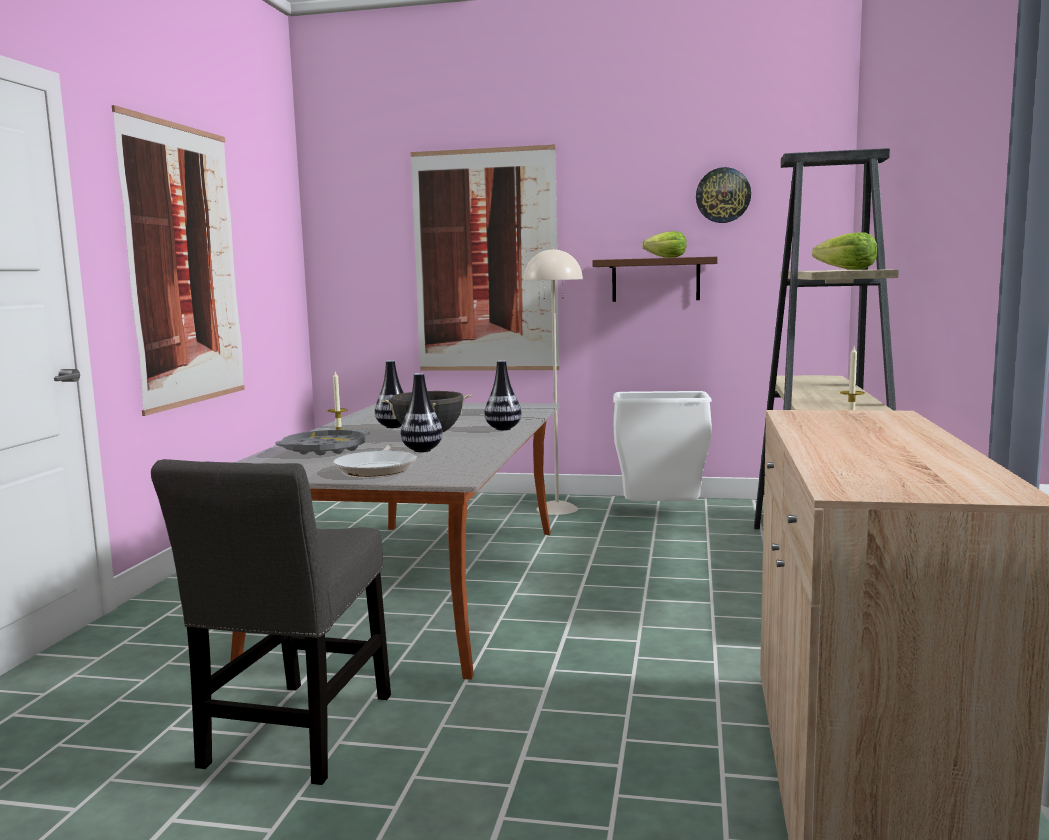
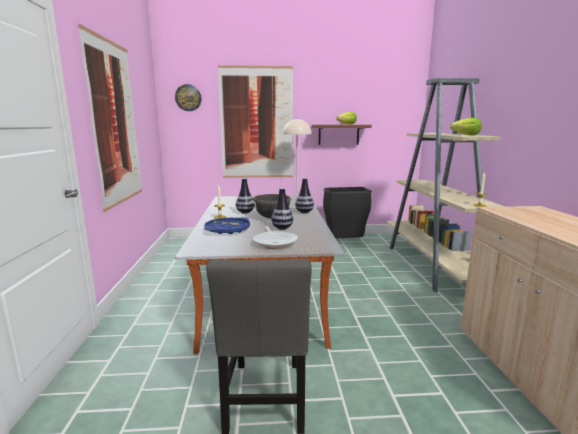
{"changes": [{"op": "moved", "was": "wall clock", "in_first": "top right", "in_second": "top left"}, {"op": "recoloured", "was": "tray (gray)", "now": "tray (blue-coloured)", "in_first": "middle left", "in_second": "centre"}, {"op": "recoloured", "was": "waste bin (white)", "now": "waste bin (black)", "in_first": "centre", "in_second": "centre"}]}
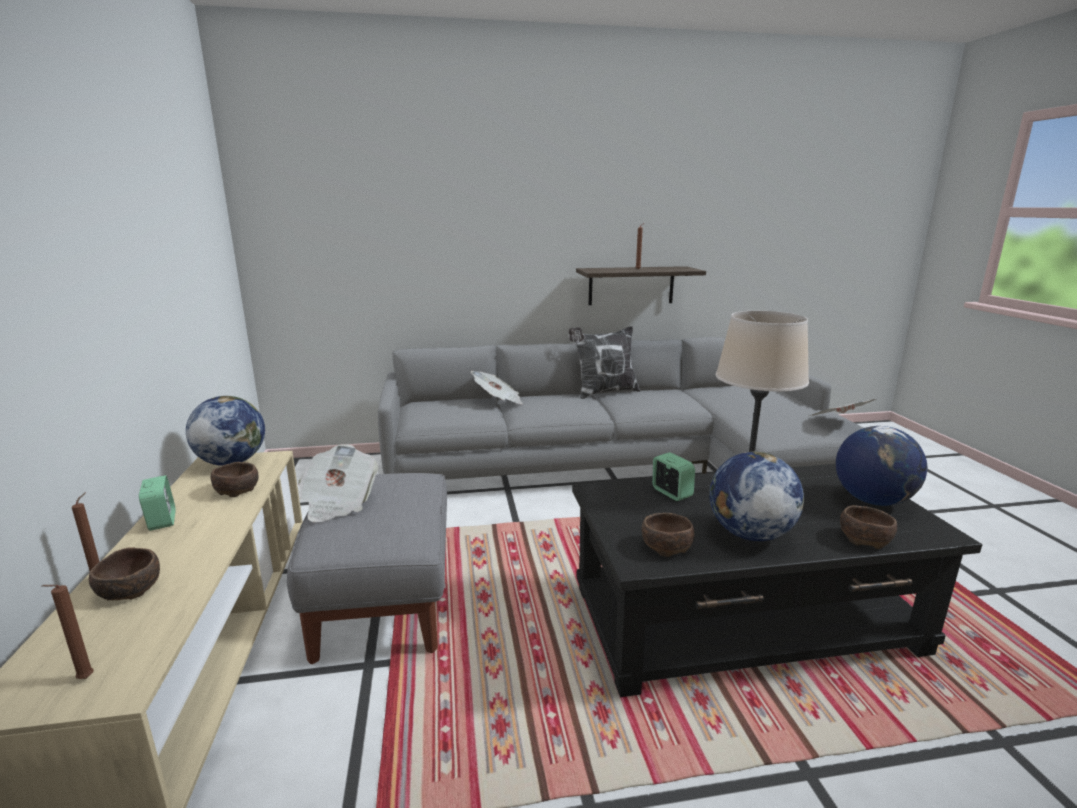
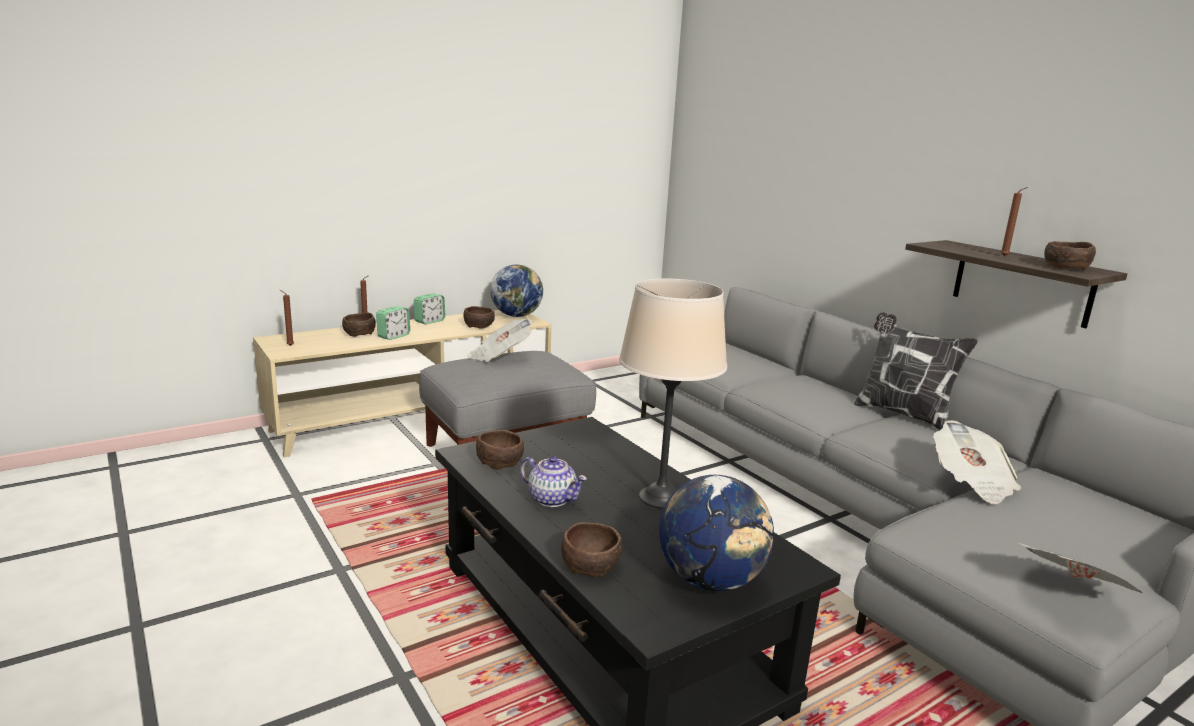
{"changes": [{"op": "moved", "was": "table clock (2nd from left in the first image)", "now": "table clock (1st from left)", "in_first": "centre", "in_second": "middle left"}, {"op": "replaced", "was": "globe (2nd from left)", "now": "pot for tea", "in_first": "middle right", "in_second": "centre"}, {"op": "moved", "was": "printed paper (2nd from left)", "in_first": "centre", "in_second": "middle right"}, {"op": "added", "now": "serving bowl (brownish) (5th from left)", "in_second": "middle right"}]}
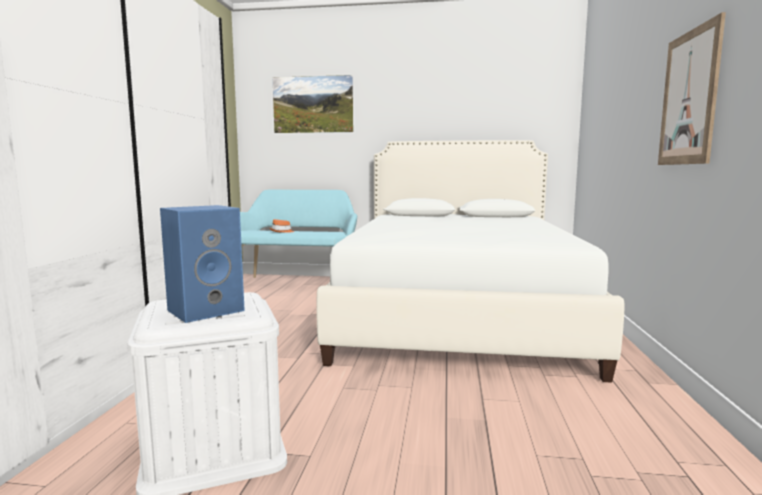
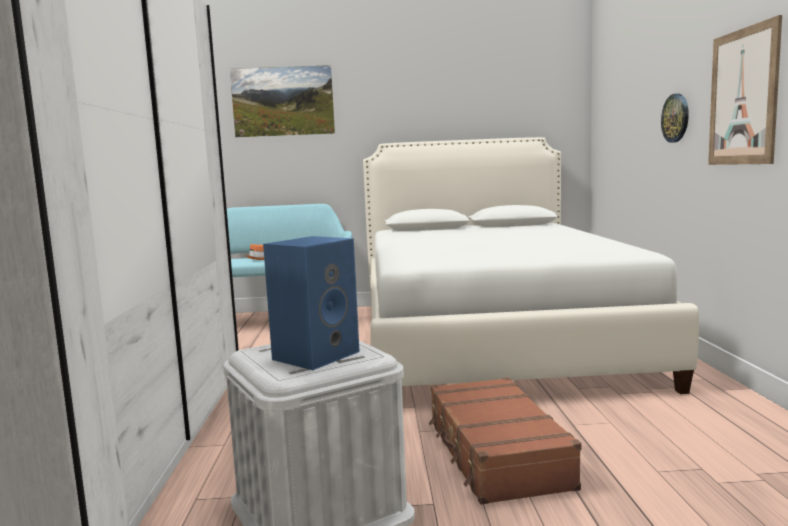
{"changes": [{"op": "added", "now": "suitcase (brownish)", "in_second": "bottom centre"}, {"op": "added", "now": "wall clock", "in_second": "top right"}]}
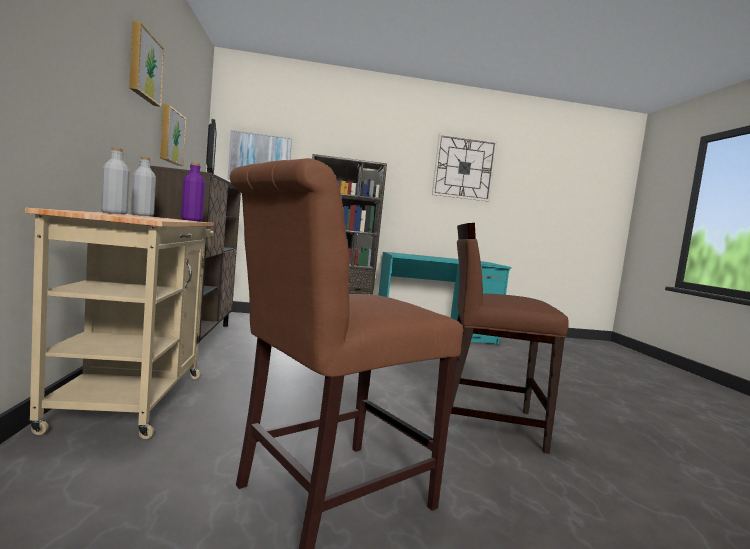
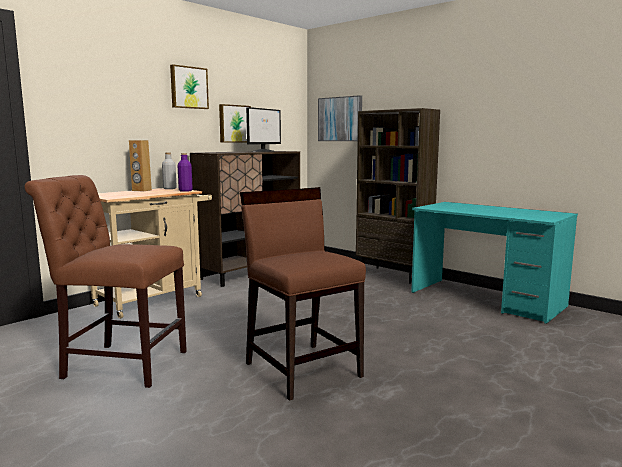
{"changes": [{"op": "replaced", "was": "bottle (gray) (1st from left)", "now": "speaker (brownish)", "in_first": "top left", "in_second": "middle left"}, {"op": "removed", "was": "wall clock", "in_first": "top centre"}]}
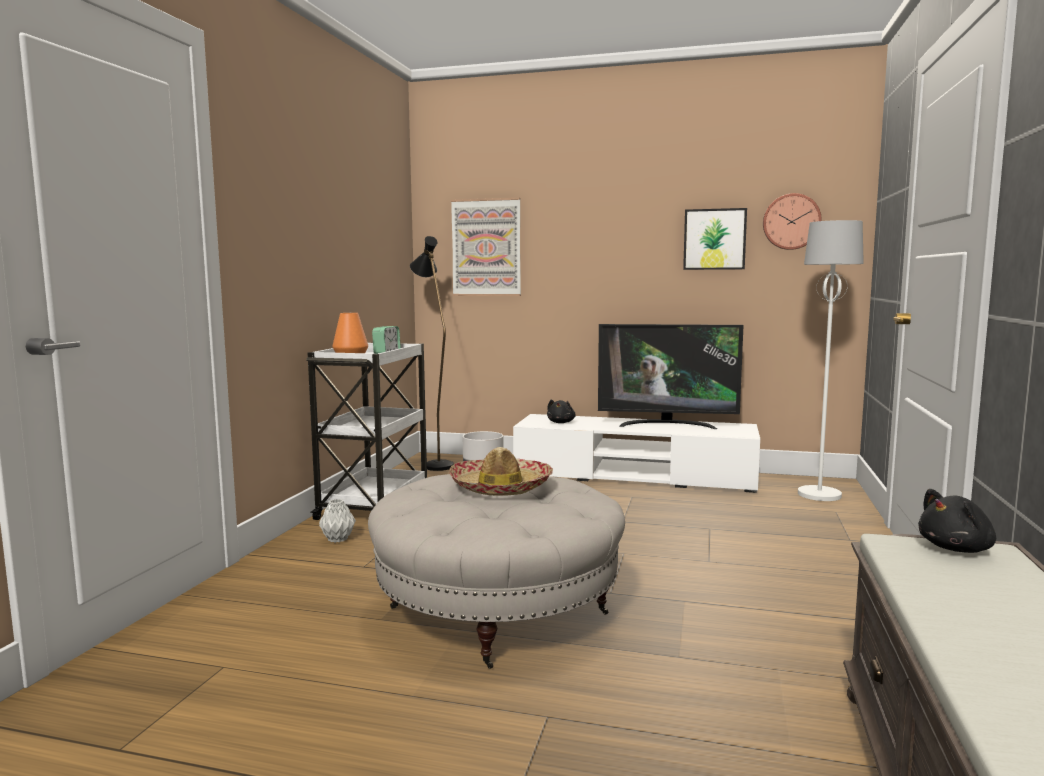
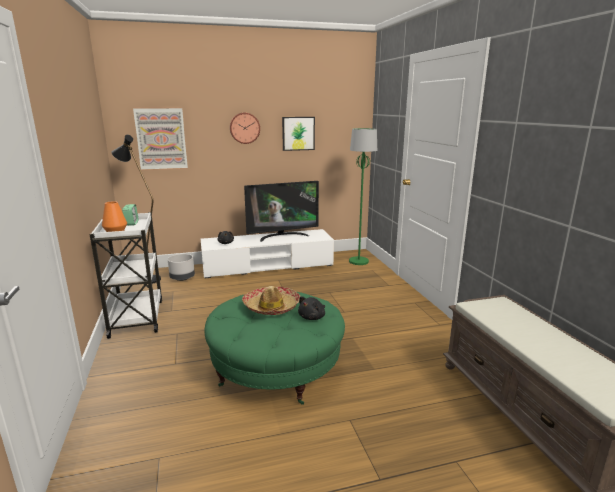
{"changes": [{"op": "recoloured", "was": "ottoman (beige-coloured)", "now": "ottoman (greenish)", "in_first": "bottom centre", "in_second": "bottom centre"}, {"op": "moved", "was": "wall clock", "in_first": "top right", "in_second": "top centre"}, {"op": "moved", "was": "cuddly toy (black) (2nd from left)", "in_first": "bottom right", "in_second": "centre"}, {"op": "recoloured", "was": "floor lamp (white)", "now": "floor lamp (greenish)", "in_first": "middle right", "in_second": "centre"}, {"op": "removed", "was": "decorative vase (gray)", "in_first": "bottom left"}]}
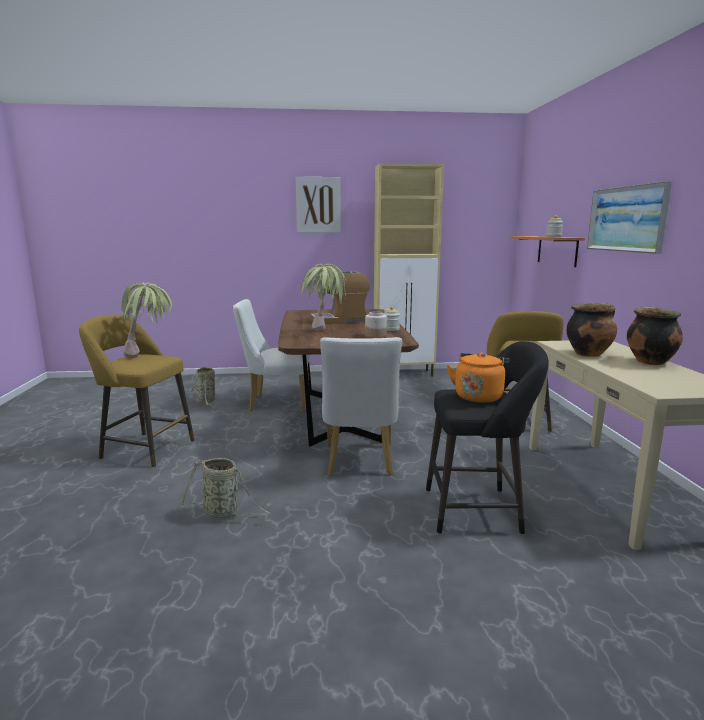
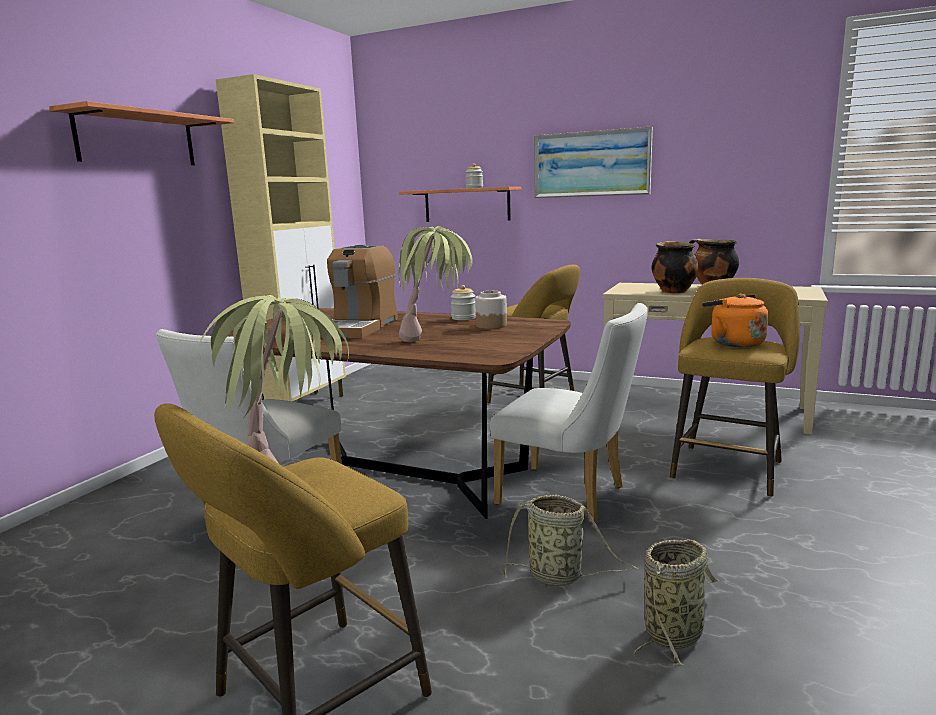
{"changes": [{"op": "replaced", "was": "wall picture (1st from left)", "now": "wall shelf (1st from left)", "in_first": "top centre", "in_second": "top left"}, {"op": "moved", "was": "storage basket (1st from left)", "in_first": "middle left", "in_second": "bottom centre"}, {"op": "recoloured", "was": "stool (black)", "now": "stool (yellowish) (3rd from left)", "in_first": "middle right", "in_second": "middle right"}]}
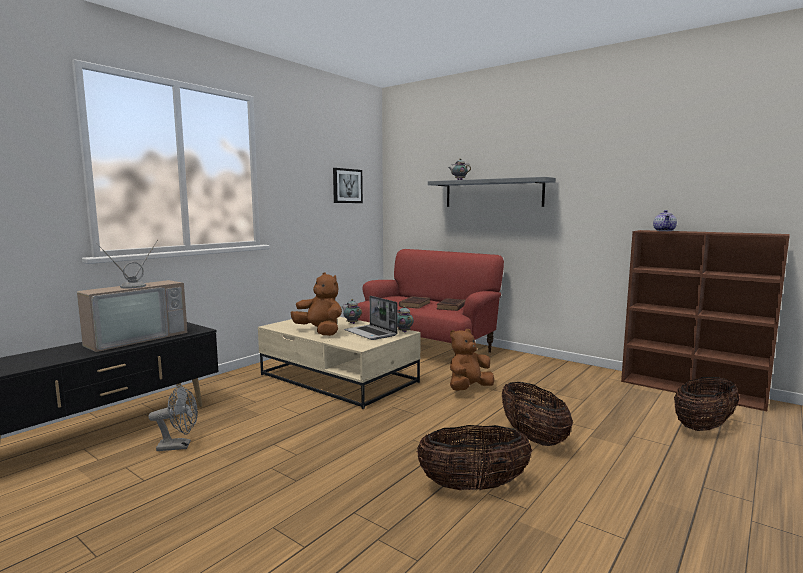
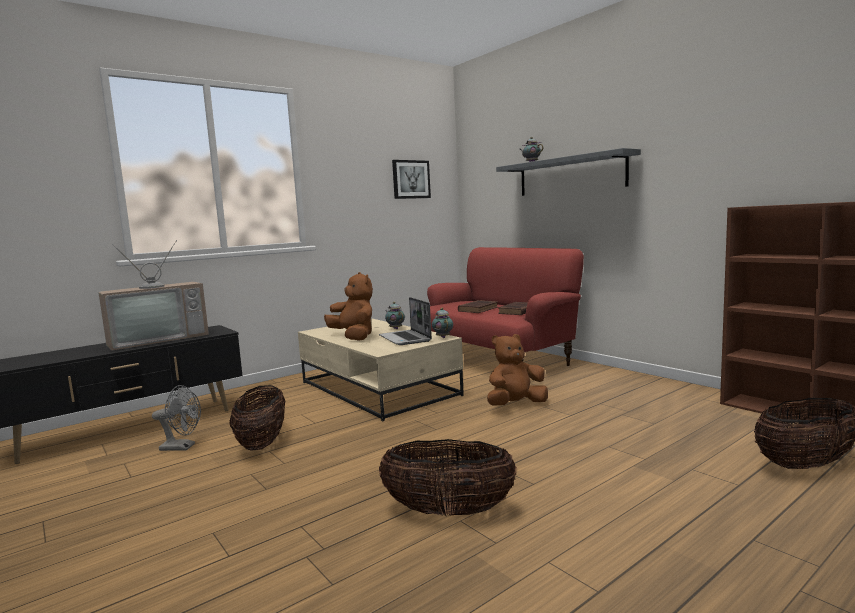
{"changes": [{"op": "moved", "was": "storage basket (2nd from left in the first image)", "now": "storage basket (1st from left)", "in_first": "bottom right", "in_second": "bottom left"}, {"op": "removed", "was": "pot for tea (4th from left)", "in_first": "middle right"}]}
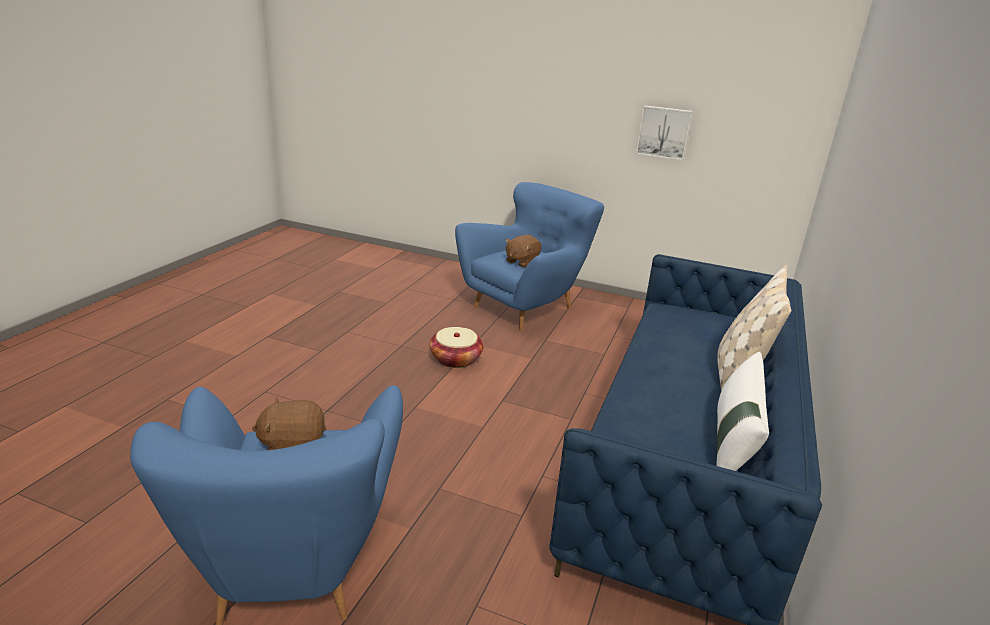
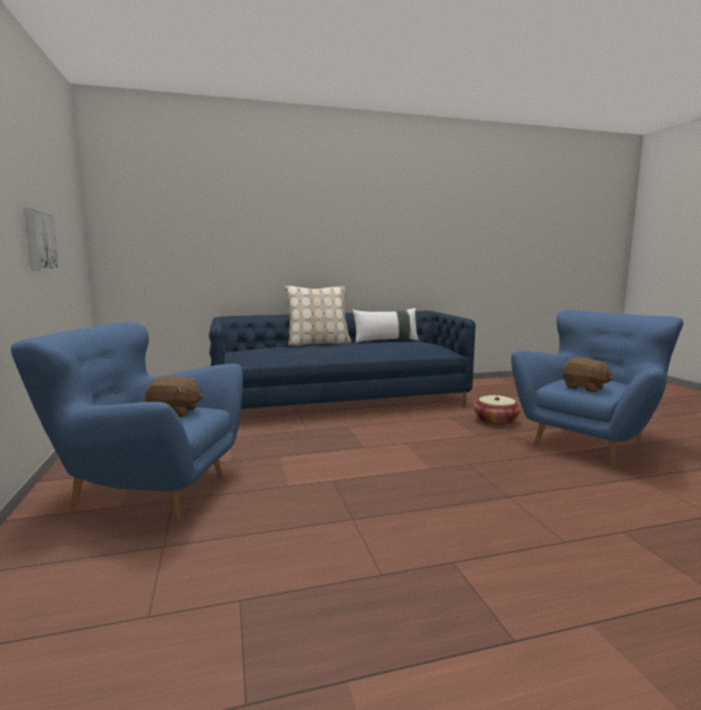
{"changes": [{"op": "moved", "was": "storage basket", "in_first": "centre", "in_second": "middle right"}]}
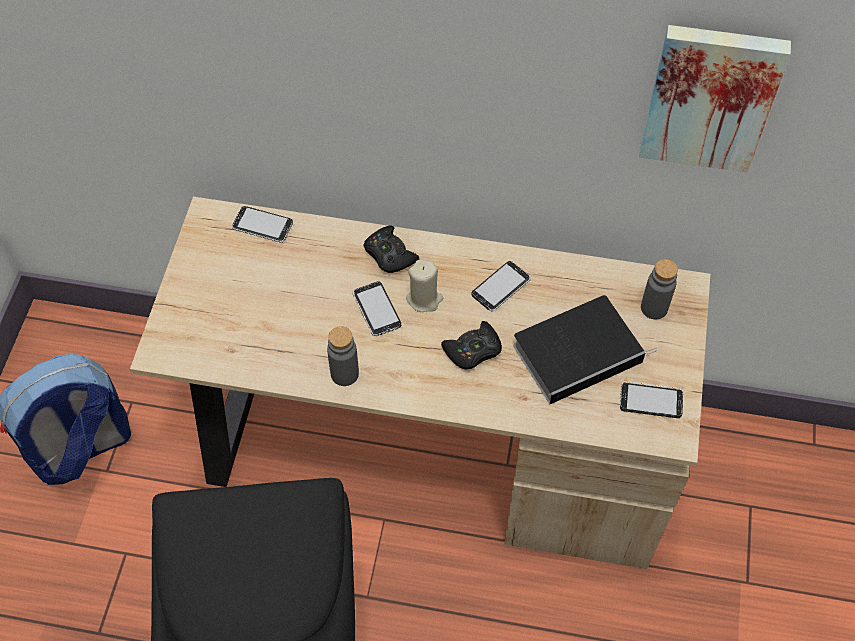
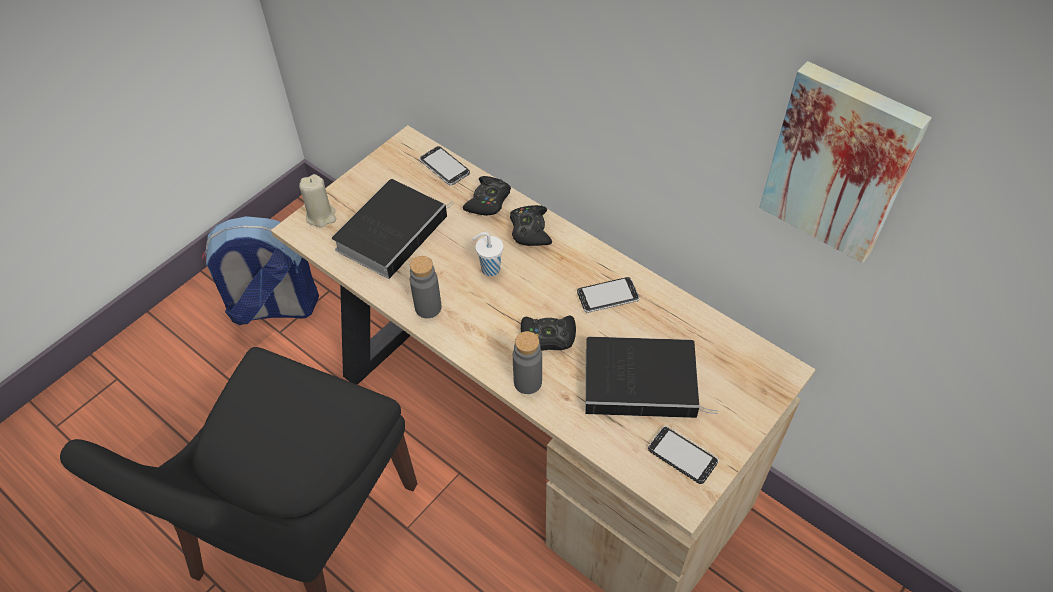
{"changes": [{"op": "moved", "was": "candle (beige-coloured)", "in_first": "centre", "in_second": "middle left"}, {"op": "added", "now": "bound book (1st from left)", "in_second": "centre"}, {"op": "added", "now": "game controller (black) (1st from left)", "in_second": "top centre"}, {"op": "replaced", "was": "phone (2nd from left)", "now": "small cup (white)", "in_first": "centre", "in_second": "centre"}, {"op": "moved", "was": "bottle (gray) (2nd from left)", "in_first": "middle right", "in_second": "centre"}]}
